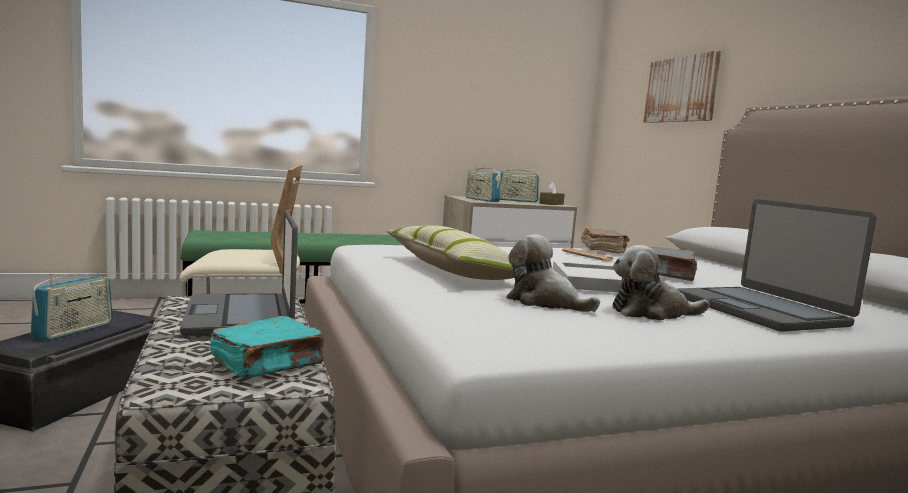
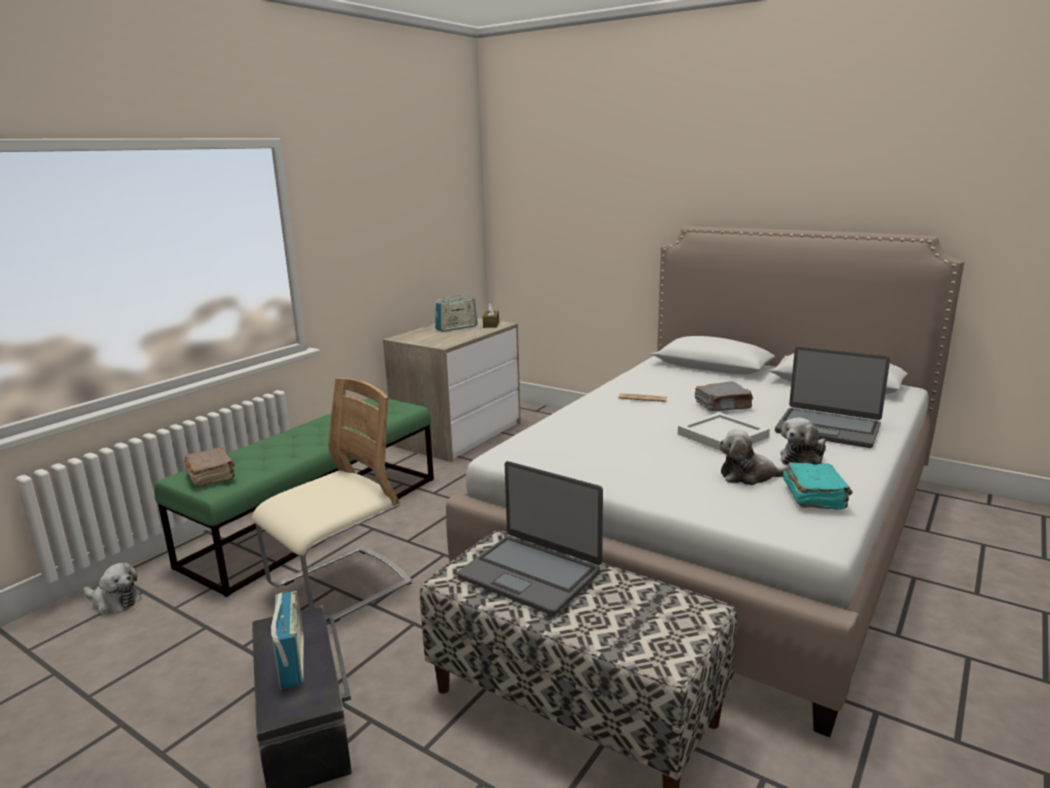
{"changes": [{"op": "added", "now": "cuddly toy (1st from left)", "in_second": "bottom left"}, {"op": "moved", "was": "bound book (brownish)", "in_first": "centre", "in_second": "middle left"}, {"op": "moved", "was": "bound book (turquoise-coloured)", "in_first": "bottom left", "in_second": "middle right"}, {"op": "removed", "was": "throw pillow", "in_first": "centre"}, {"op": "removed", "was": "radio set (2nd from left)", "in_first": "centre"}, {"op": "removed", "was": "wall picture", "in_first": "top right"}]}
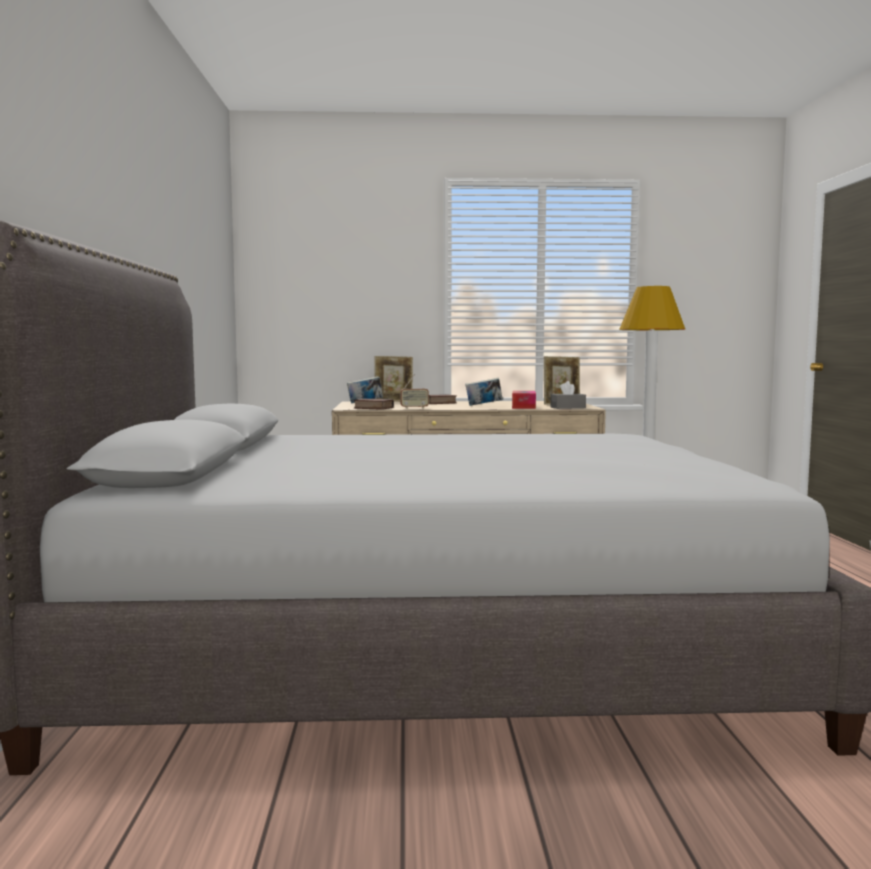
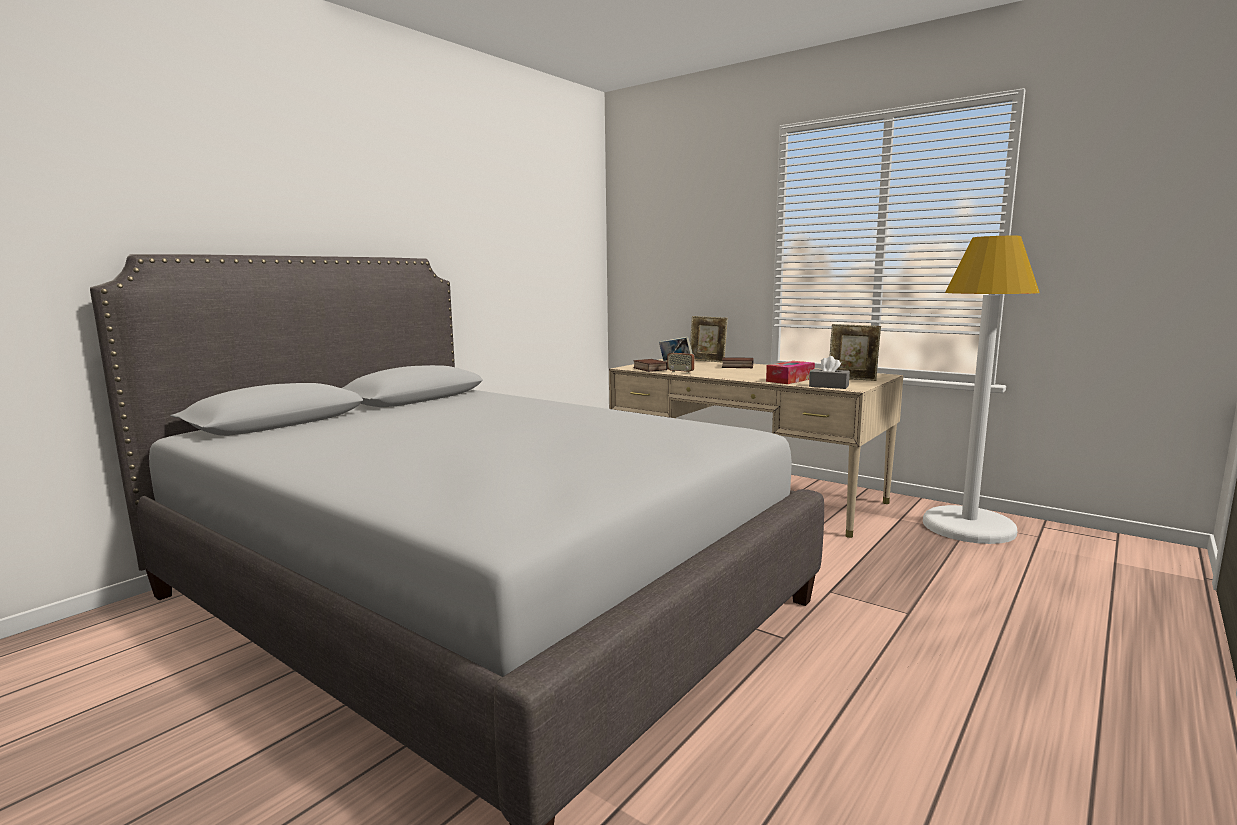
{"changes": [{"op": "removed", "was": "bound book (4th from left)", "in_first": "centre"}]}
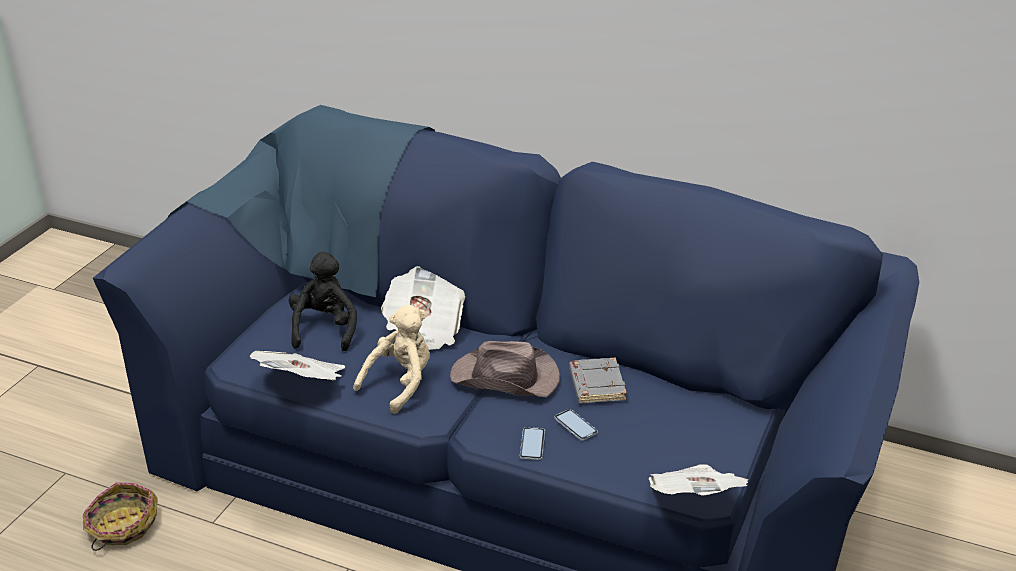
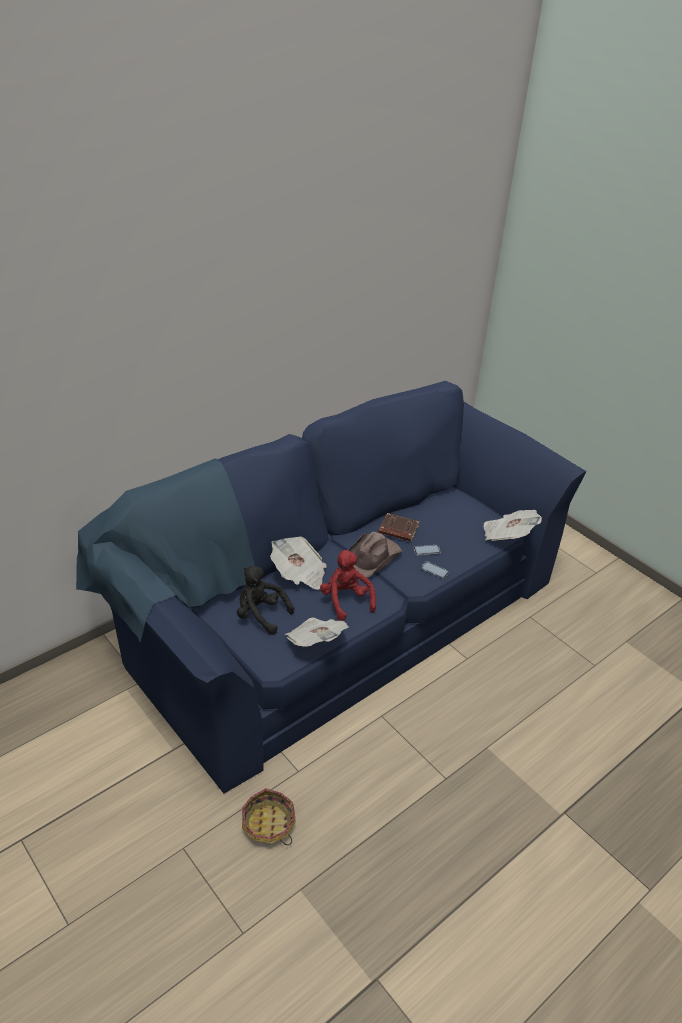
{"changes": [{"op": "recoloured", "was": "cuddly toy (beige-coloured)", "now": "cuddly toy (red)", "in_first": "centre", "in_second": "centre"}, {"op": "recoloured", "was": "bound book (gray)", "now": "bound book (brownish)", "in_first": "centre", "in_second": "centre"}]}
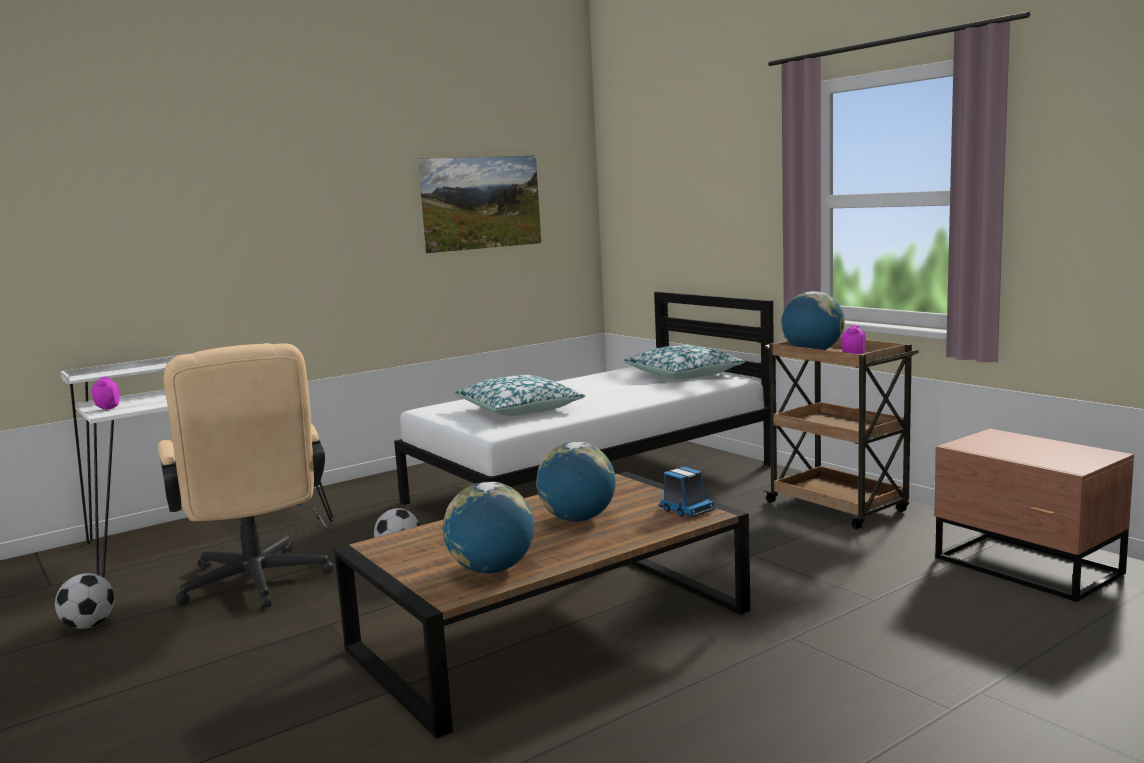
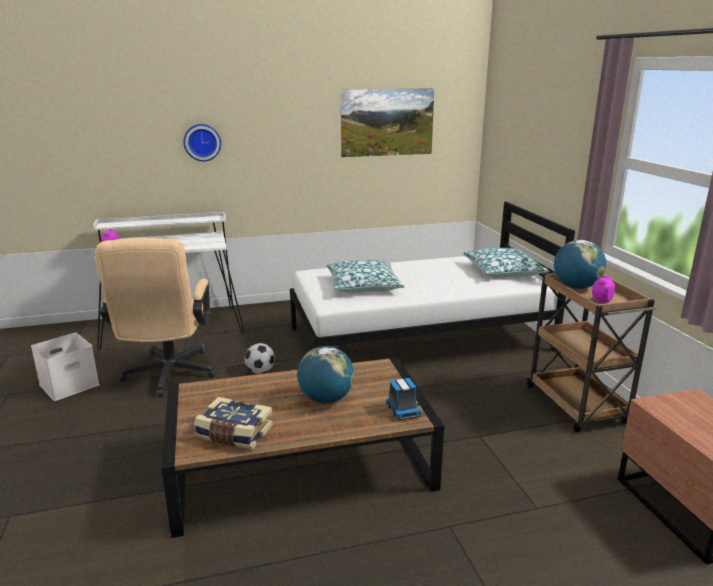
{"changes": [{"op": "replaced", "was": "football ball (1st from left)", "now": "storage box (white)", "in_first": "bottom left", "in_second": "middle left"}, {"op": "added", "now": "wall clock", "in_second": "top left"}, {"op": "replaced", "was": "globe (1st from left)", "now": "bound book", "in_first": "bottom centre", "in_second": "bottom left"}]}
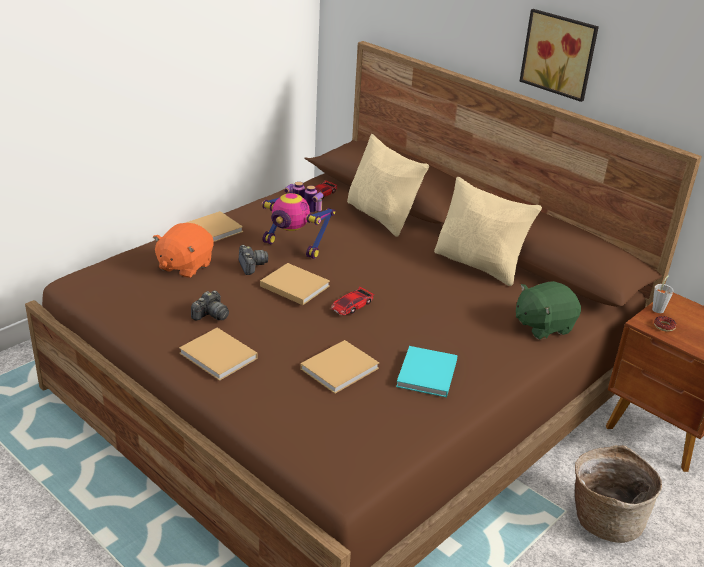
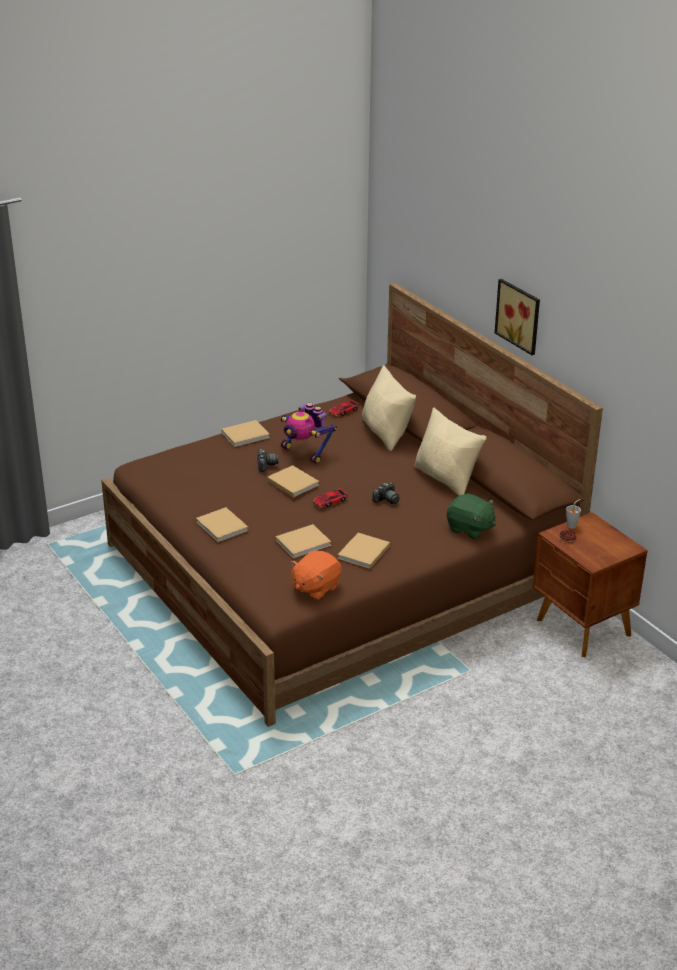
{"changes": [{"op": "moved", "was": "cuddly toy (orangey)", "in_first": "middle left", "in_second": "centre"}, {"op": "recoloured", "was": "bound book (turquoise-coloured)", "now": "bound book (beige-coloured) (5th from left)", "in_first": "centre", "in_second": "centre"}, {"op": "moved", "was": "photo camera (1st from left in the first image)", "now": "photo camera (2nd from left)", "in_first": "middle left", "in_second": "centre"}, {"op": "turned", "was": "cuddly toy (greenish)", "in_first": "middle right", "in_second": "middle right", "clockwise": -135}, {"op": "removed", "was": "storage basket", "in_first": "bottom right"}]}
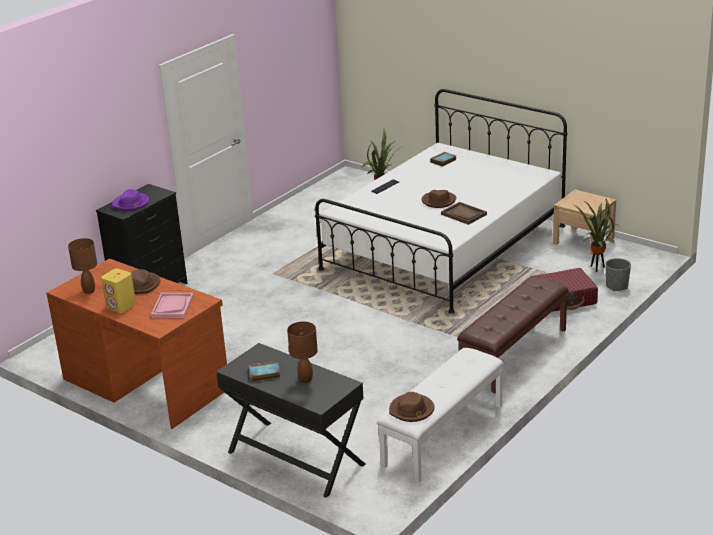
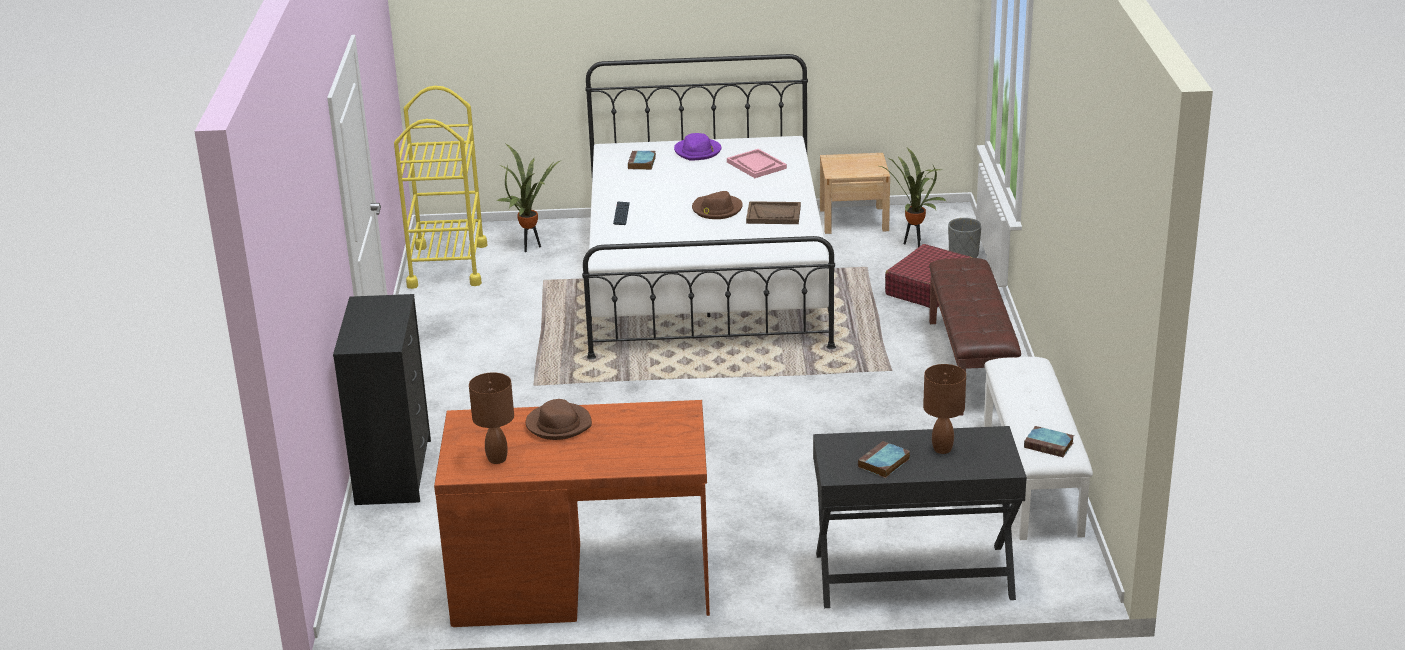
{"changes": [{"op": "added", "now": "cart (yellowish)", "in_second": "top left"}, {"op": "moved", "was": "clothing hat (purple)", "in_first": "middle left", "in_second": "top centre"}, {"op": "moved", "was": "tray (pink)", "in_first": "middle left", "in_second": "top centre"}, {"op": "replaced", "was": "clothing hat (brownish) (2nd from left)", "now": "bound book (3rd from left)", "in_first": "bottom centre", "in_second": "bottom right"}, {"op": "removed", "was": "speaker (yellowish)", "in_first": "middle left"}]}
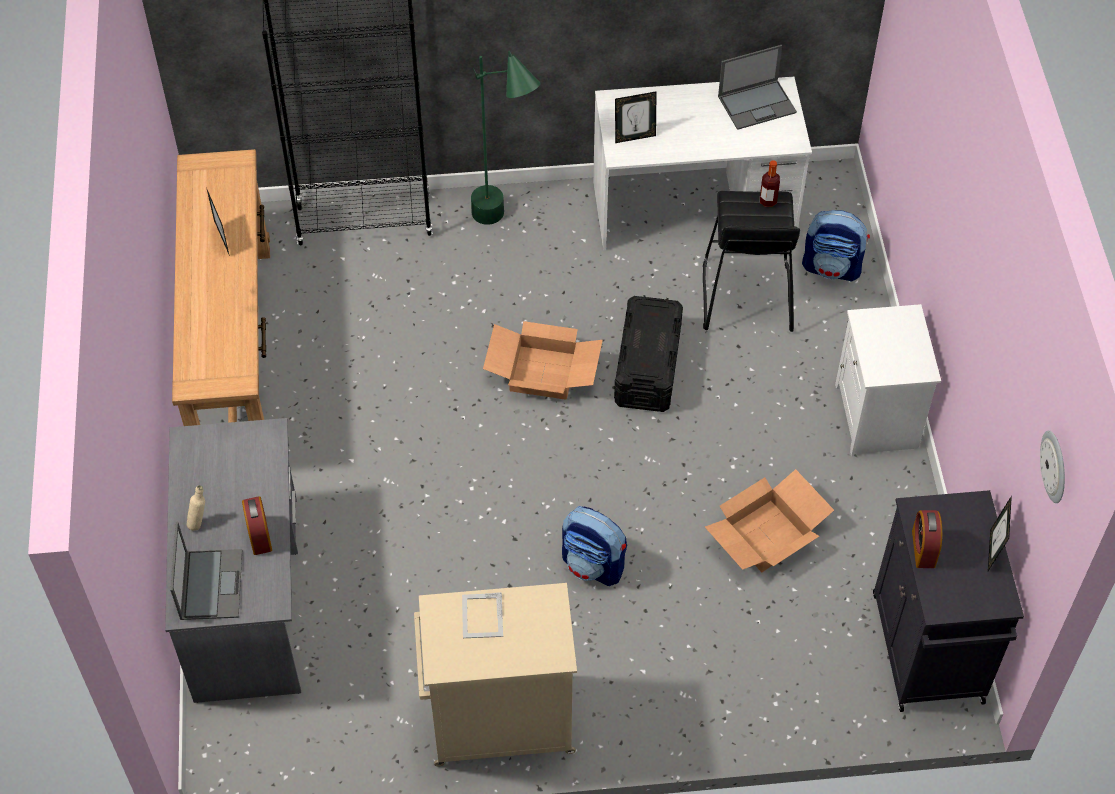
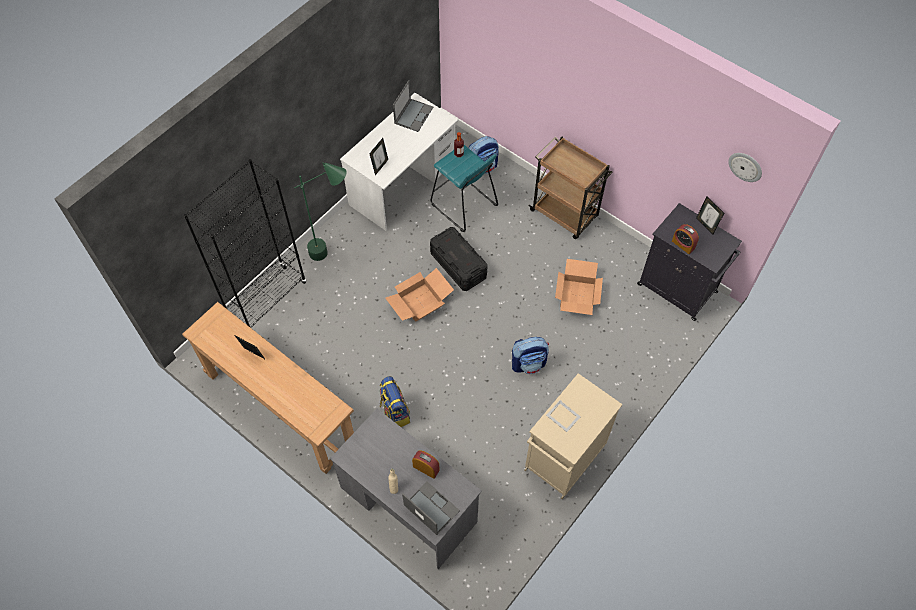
{"changes": [{"op": "added", "now": "knapsack (1st from left)", "in_second": "centre"}, {"op": "recoloured", "was": "stool (black)", "now": "stool (turquoise-coloured)", "in_first": "top right", "in_second": "top centre"}, {"op": "replaced", "was": "nightstand (white)", "now": "cart (brownish)", "in_first": "middle right", "in_second": "top centre"}]}
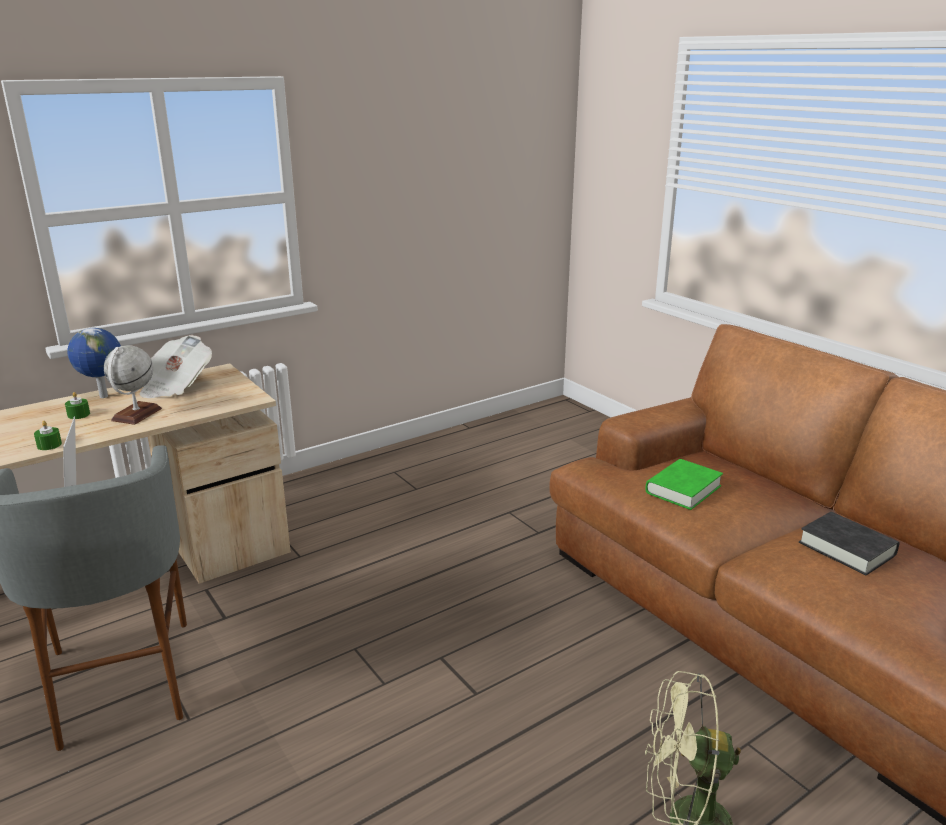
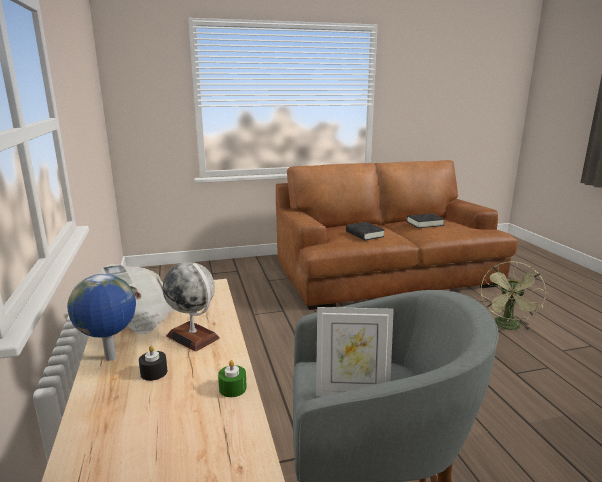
{"changes": [{"op": "recoloured", "was": "candle (greenish) (2nd from left)", "now": "candle (black)", "in_first": "middle left", "in_second": "bottom left"}, {"op": "recoloured", "was": "bound book (greenish)", "now": "bound book (black) (1st from left)", "in_first": "middle right", "in_second": "centre"}]}
